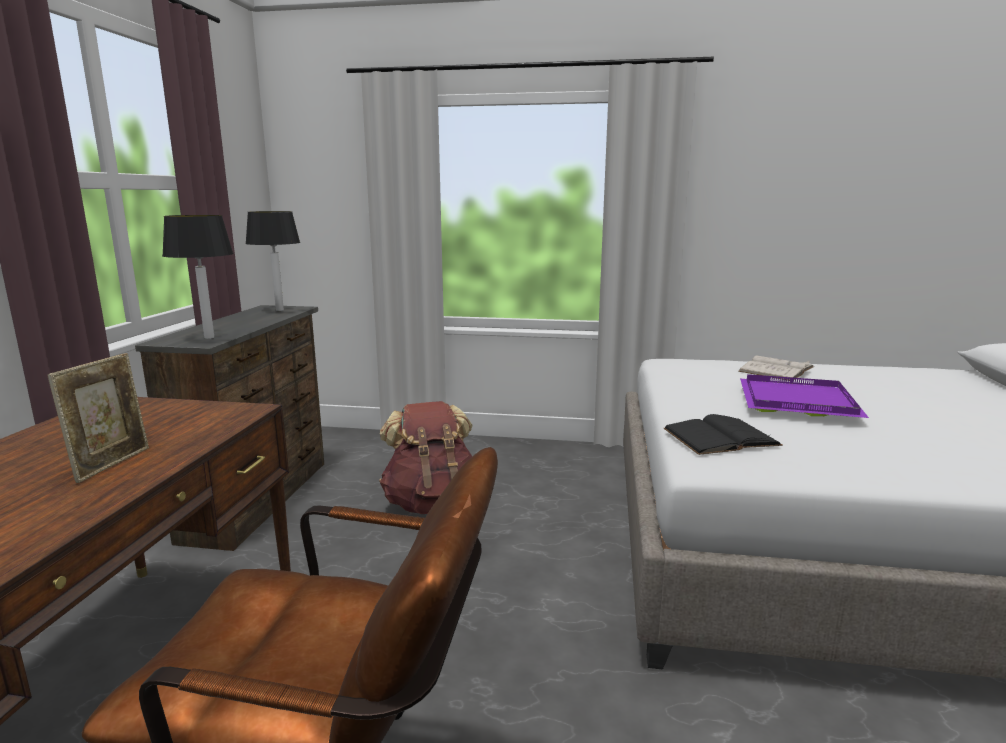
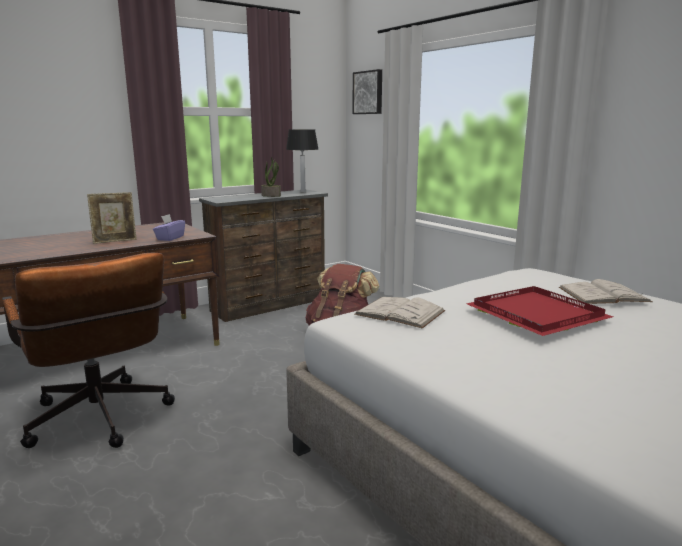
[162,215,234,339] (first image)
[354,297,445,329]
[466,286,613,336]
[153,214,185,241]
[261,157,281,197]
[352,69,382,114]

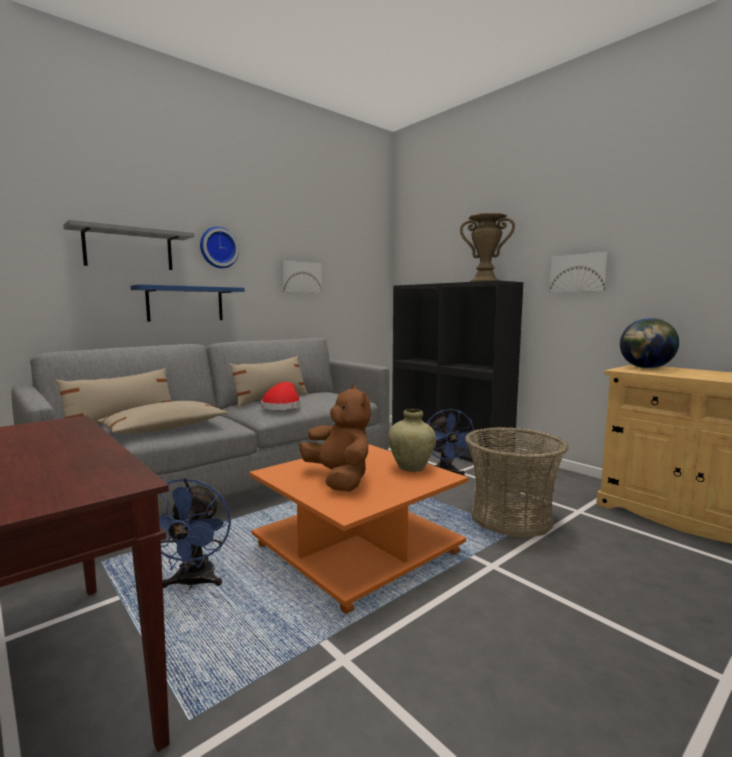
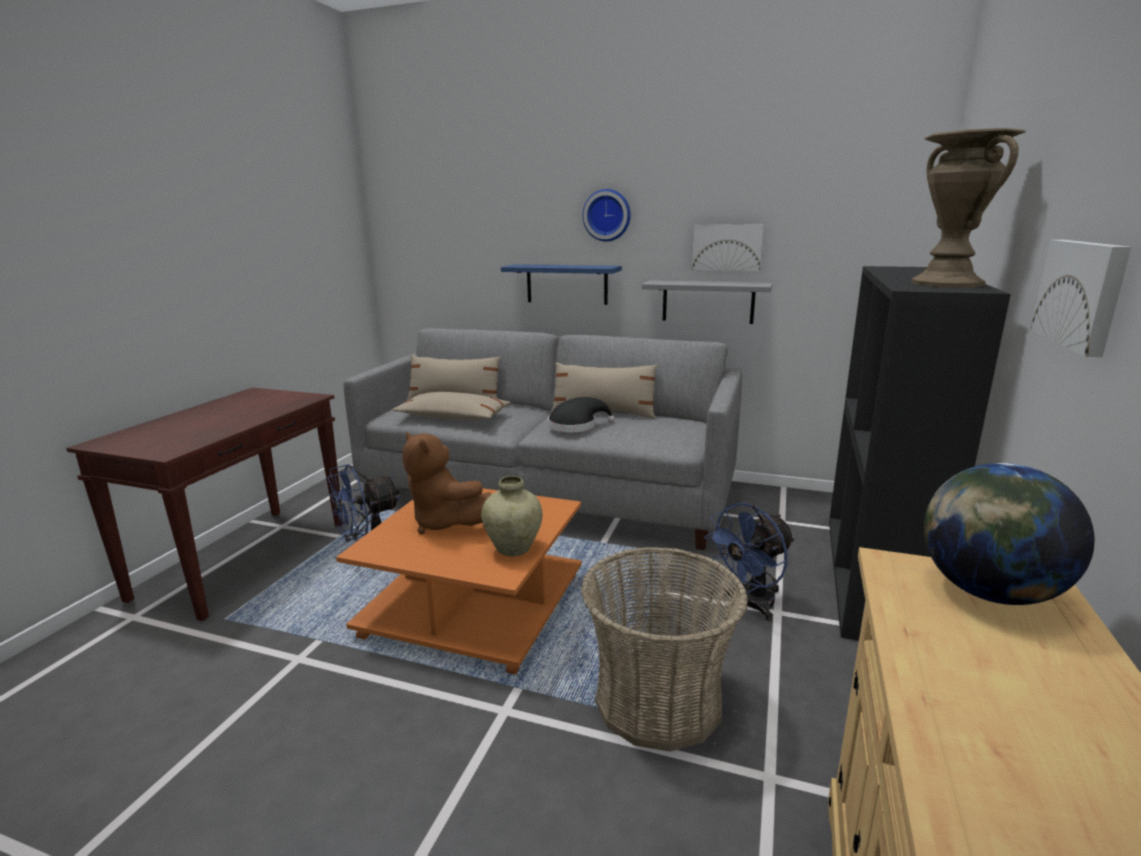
[642,280,773,324]
[548,397,615,432]
[403,432,492,534]

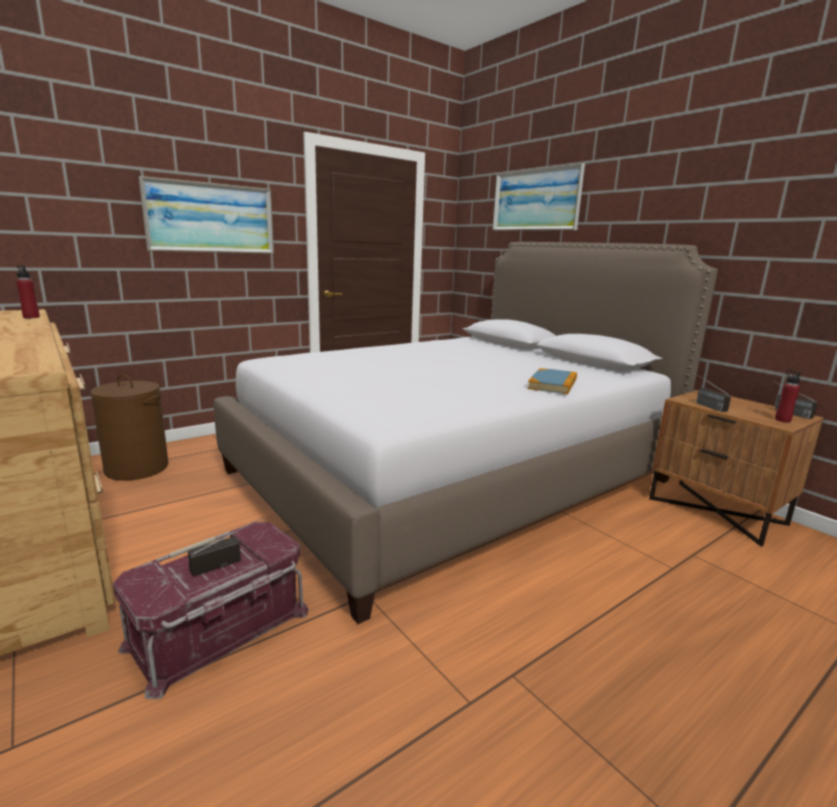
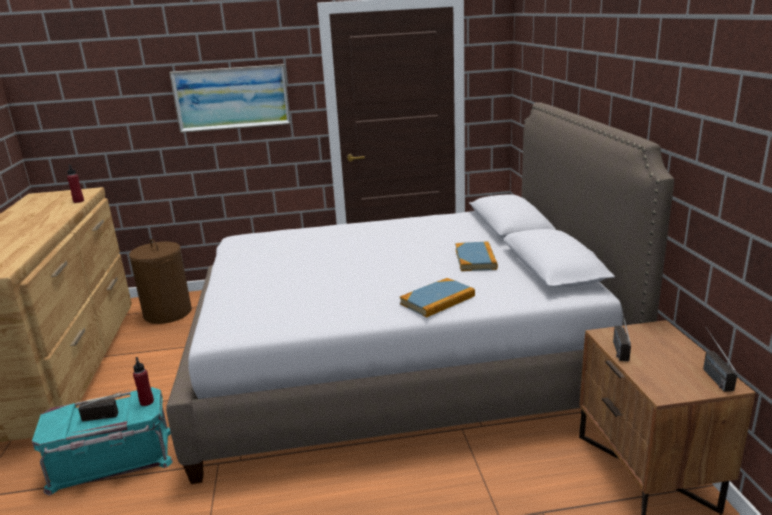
[32,387,173,495]
[492,163,585,231] (first image)
[133,357,154,406]
[455,241,498,271]

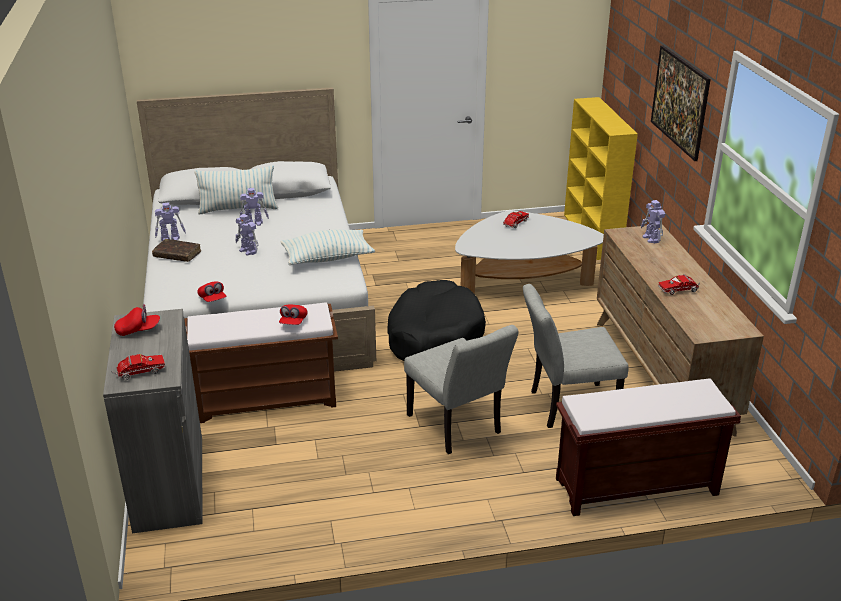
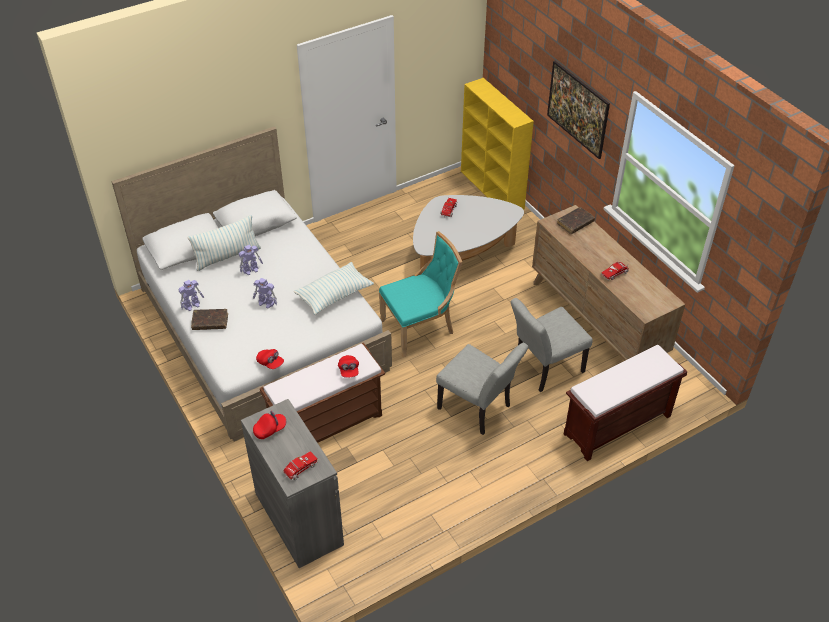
[379,231,462,357]
[557,207,595,234]

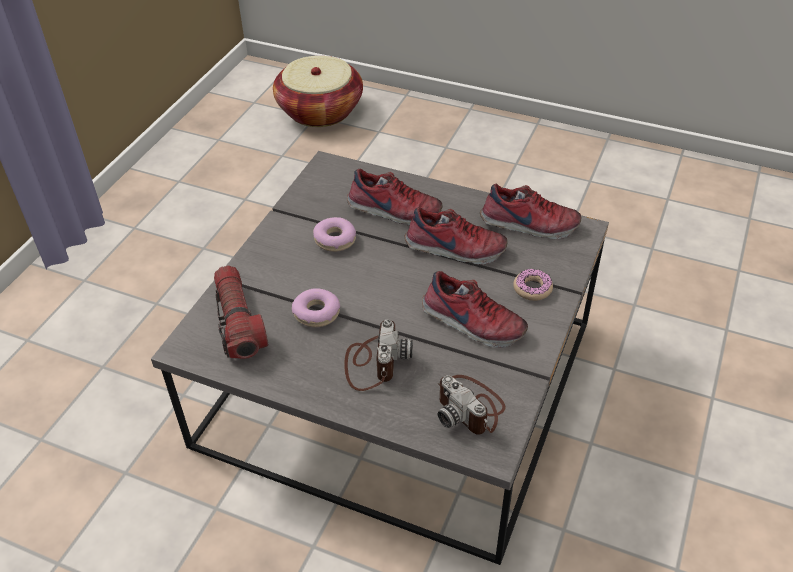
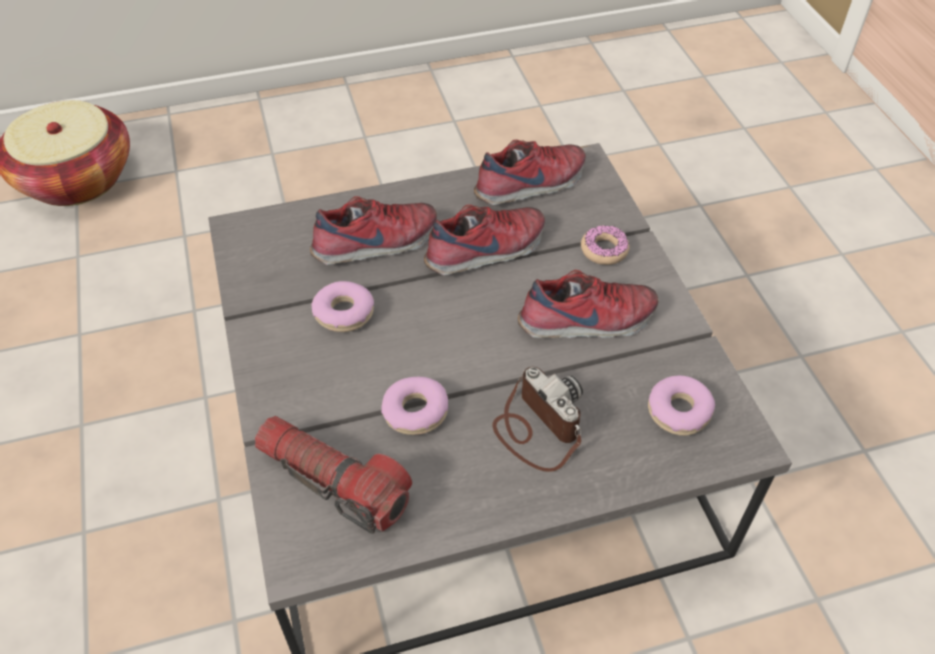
[648,375,715,436]

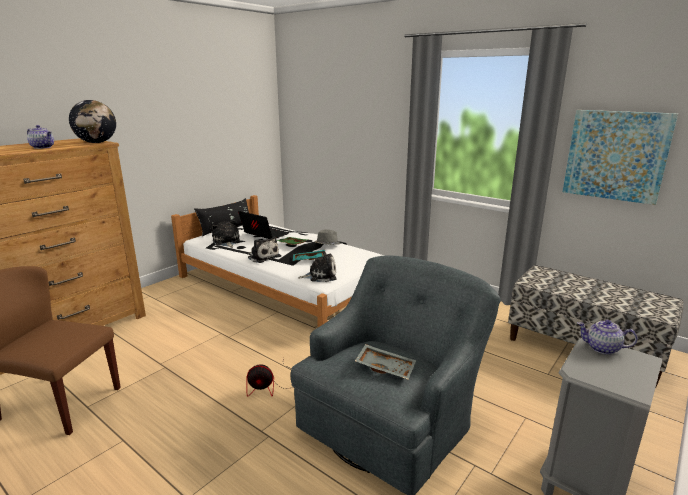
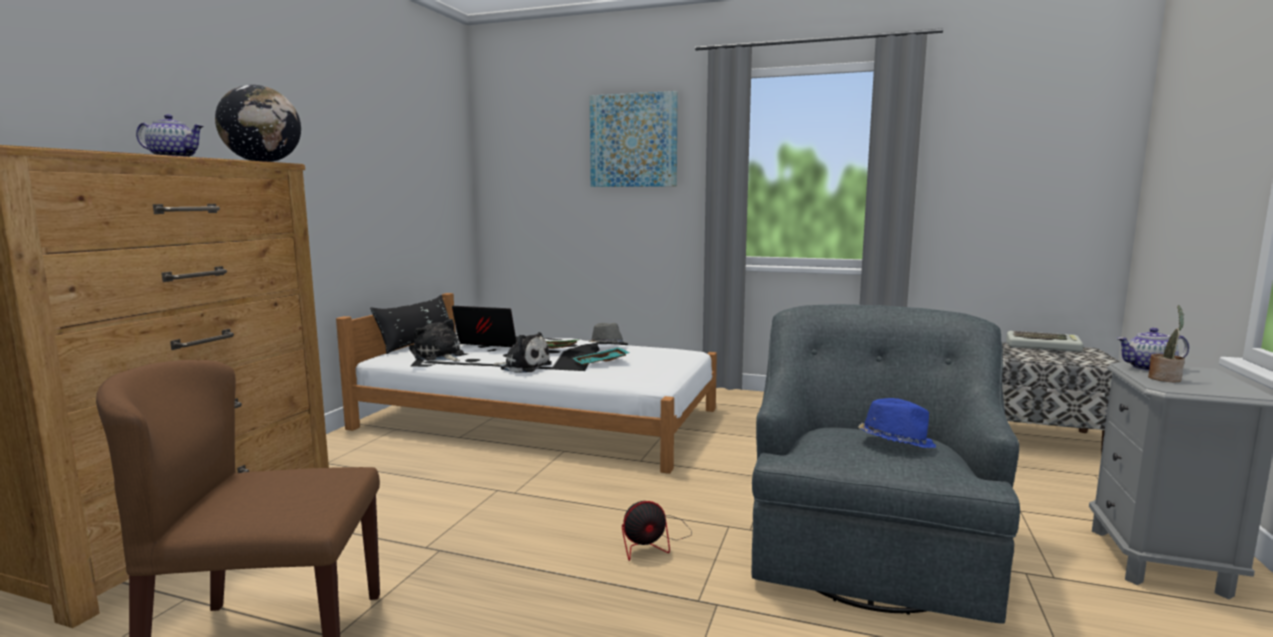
[298,251,337,282] (first image)
[858,398,936,448]
[590,91,678,187]
[1006,331,1083,352]
[1148,305,1185,382]

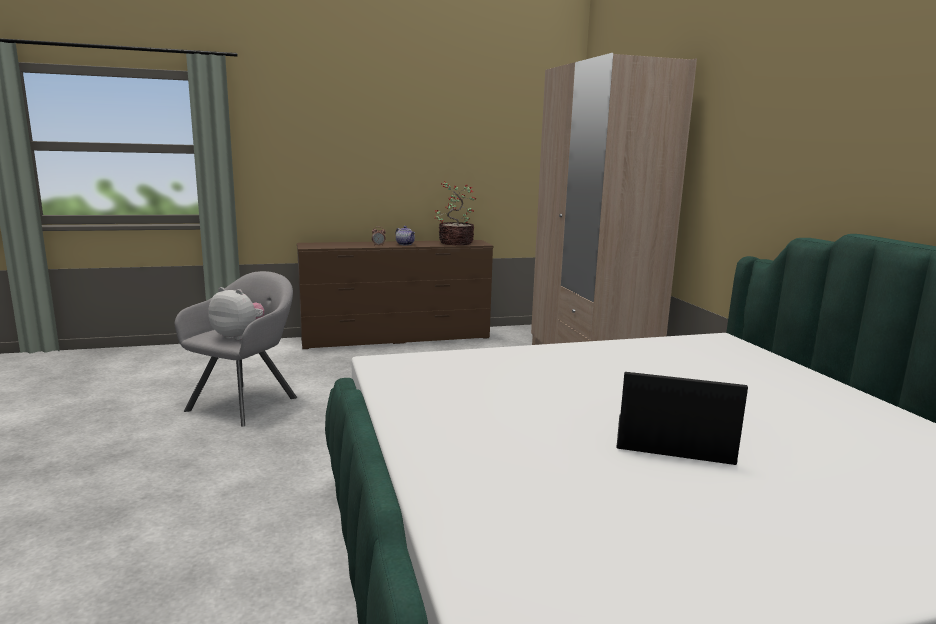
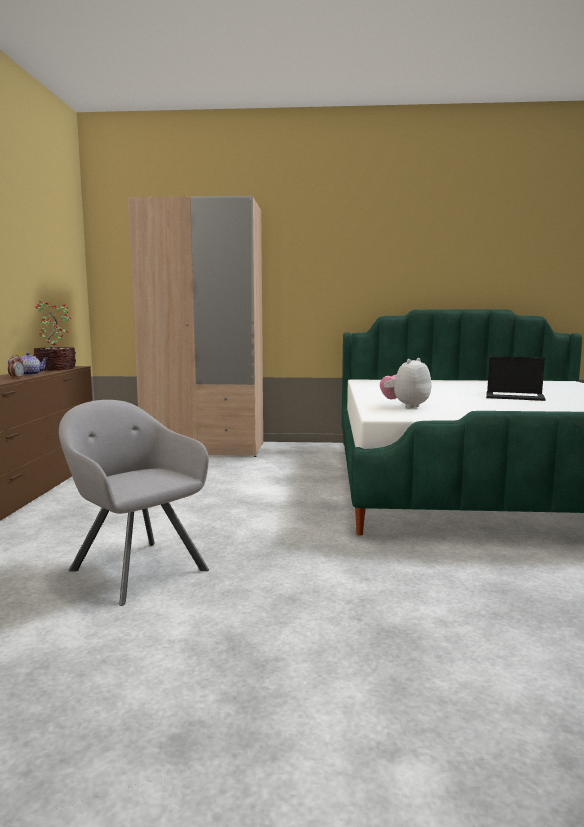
[380,358,431,408]
[486,356,546,401]

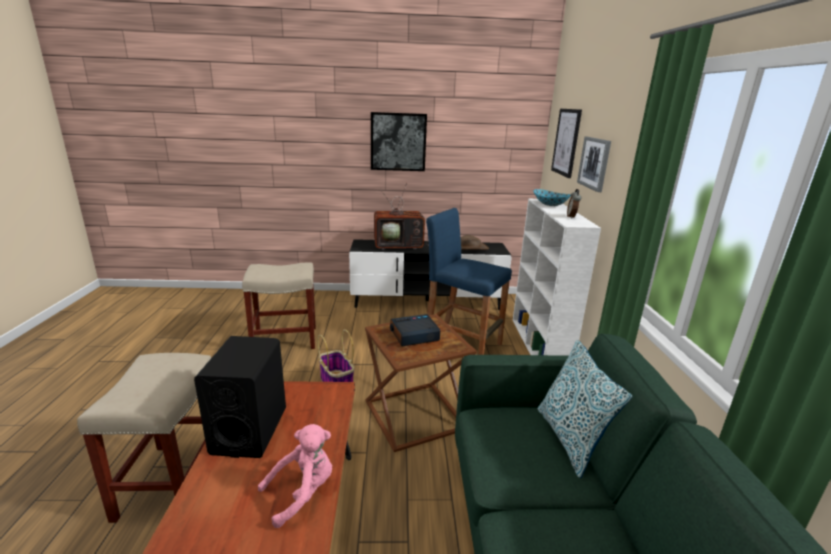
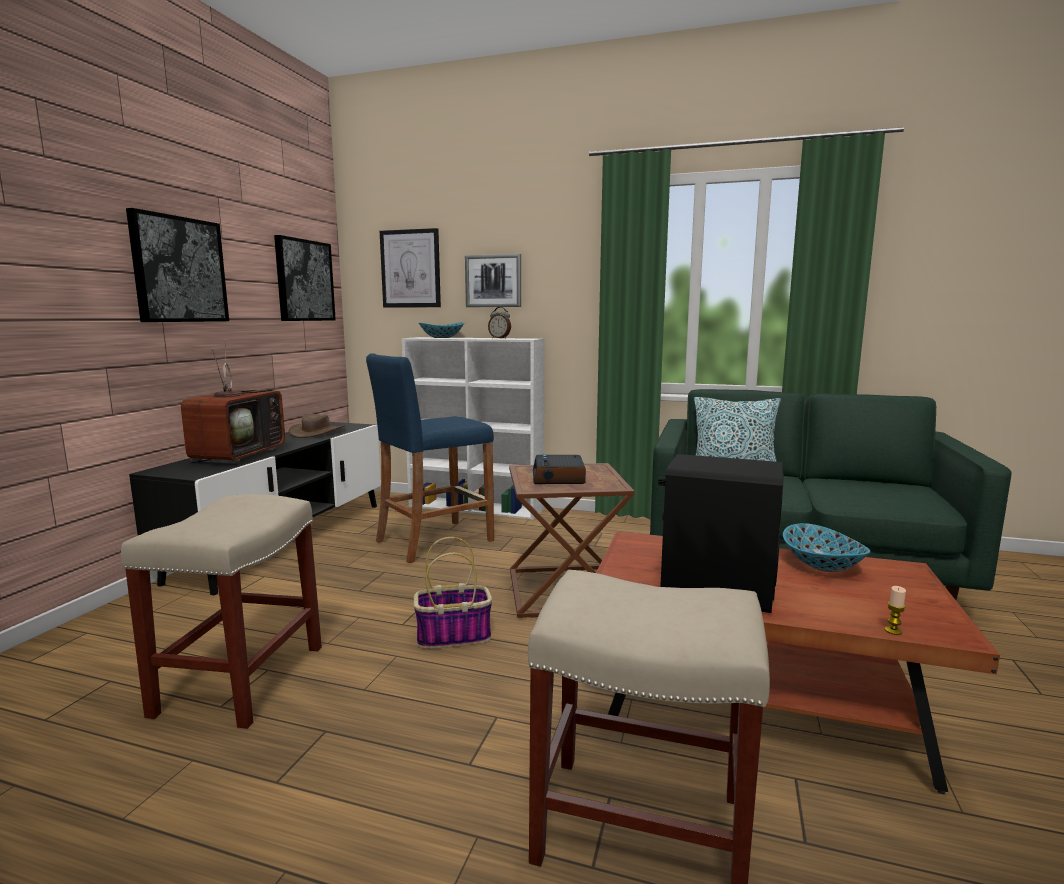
[783,523,870,572]
[274,235,336,321]
[885,586,906,635]

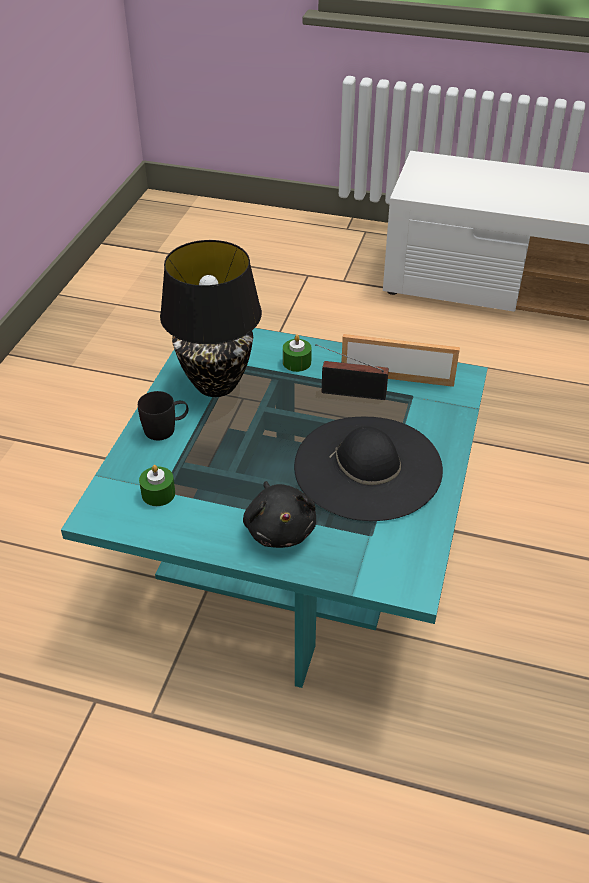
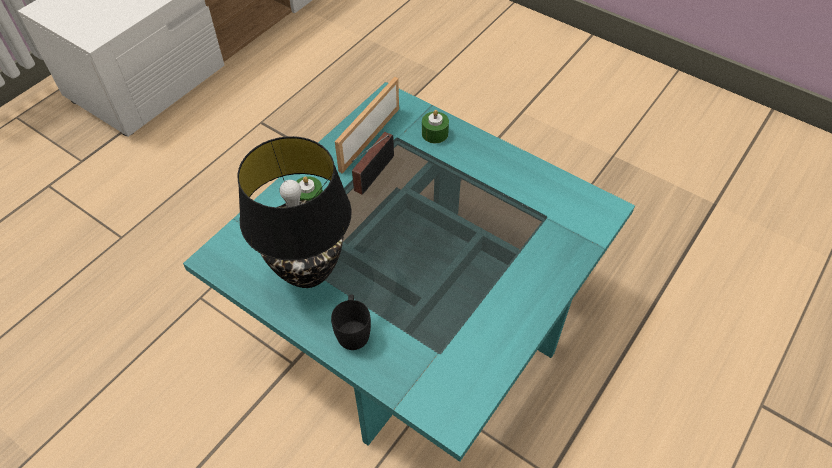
[422,110,449,143]
[243,481,316,548] (first image)
[294,417,443,521] (first image)

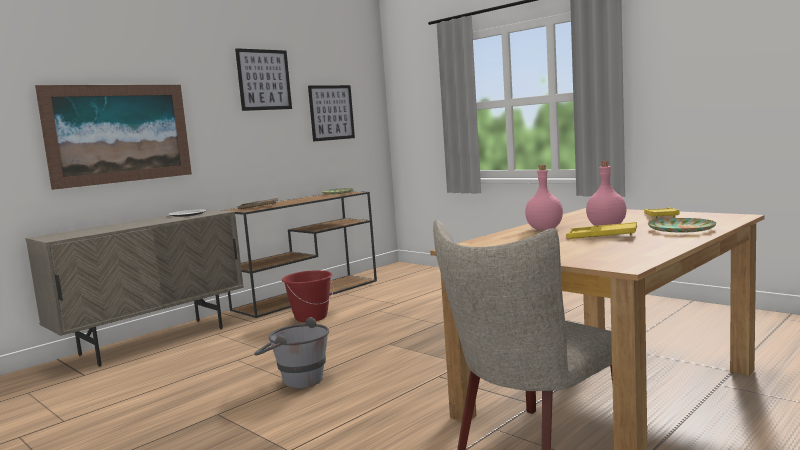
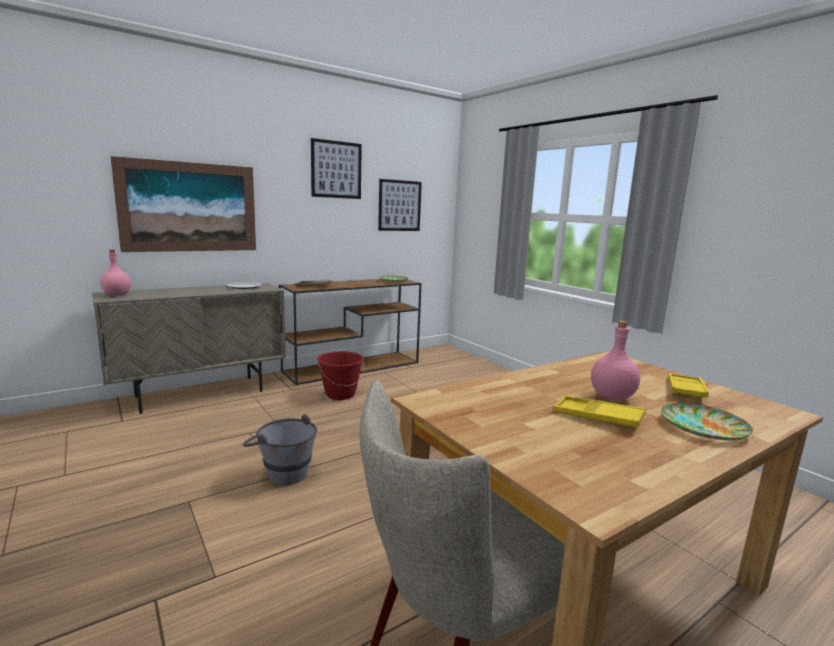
[100,249,131,296]

